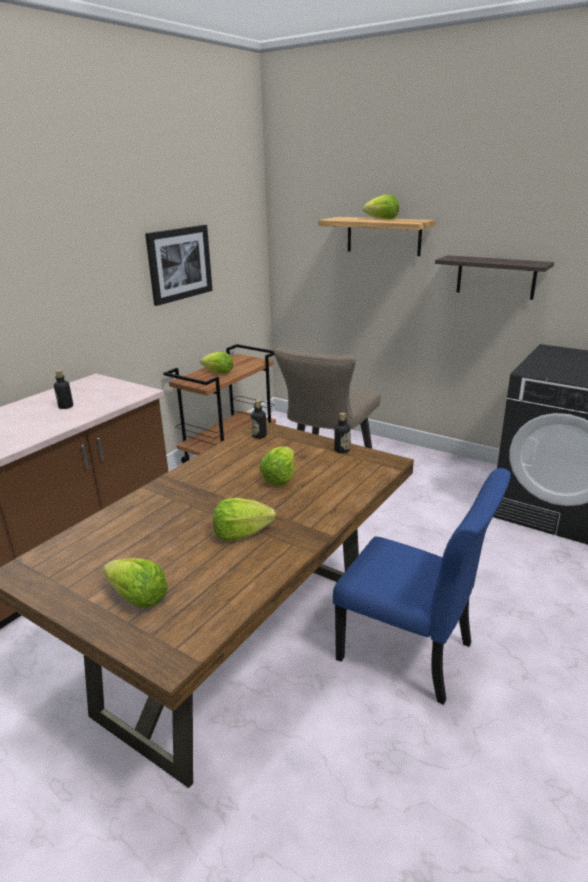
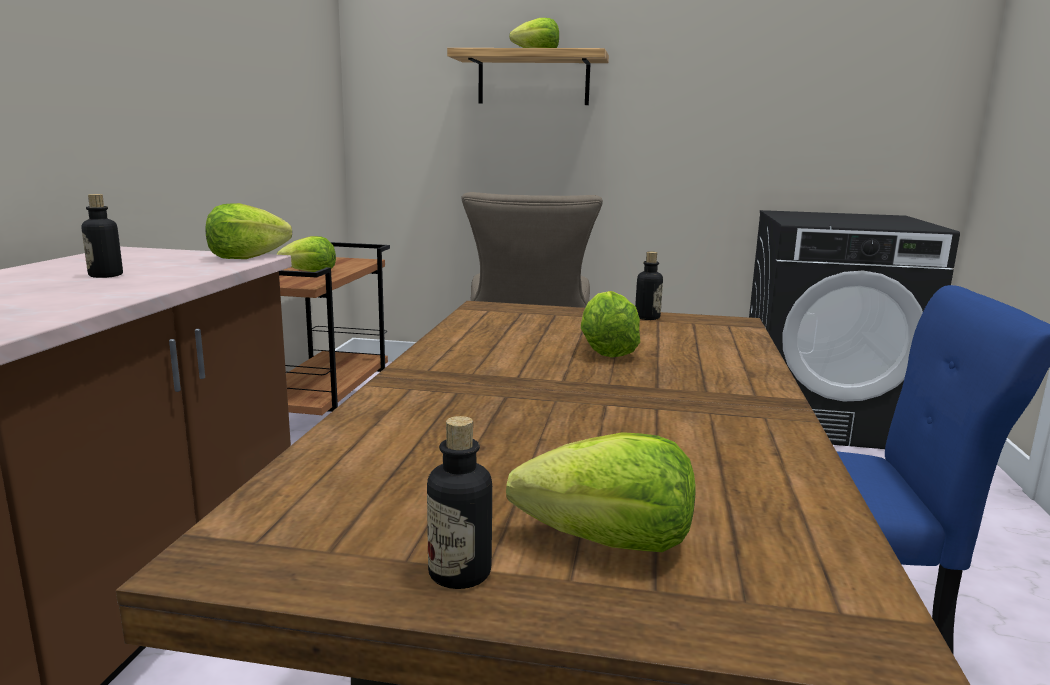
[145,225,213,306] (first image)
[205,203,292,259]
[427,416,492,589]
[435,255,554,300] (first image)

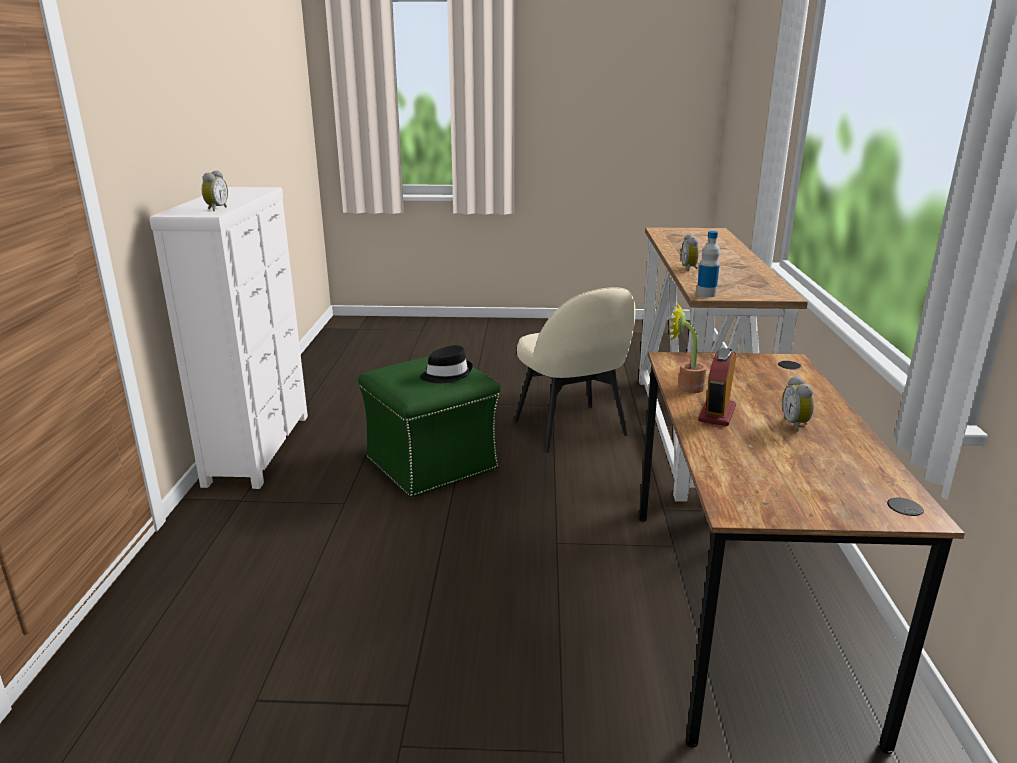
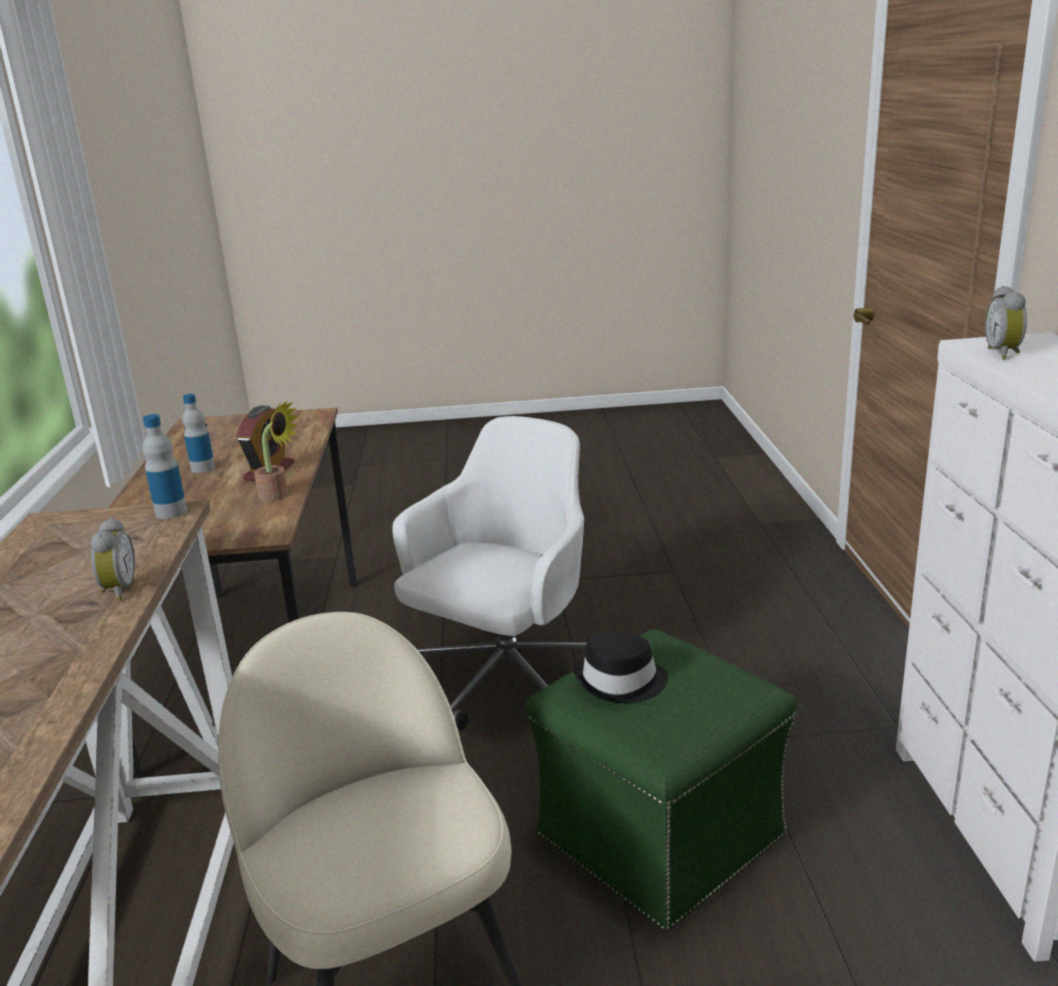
[182,394,215,473]
[392,416,587,730]

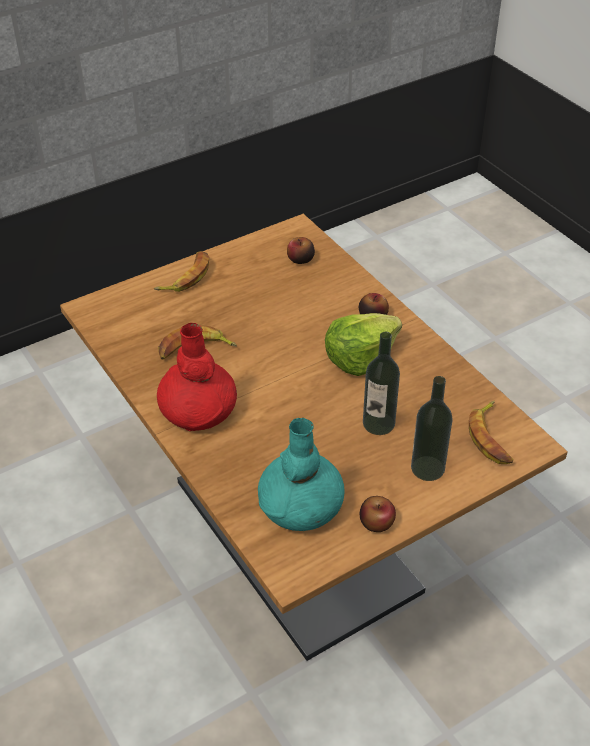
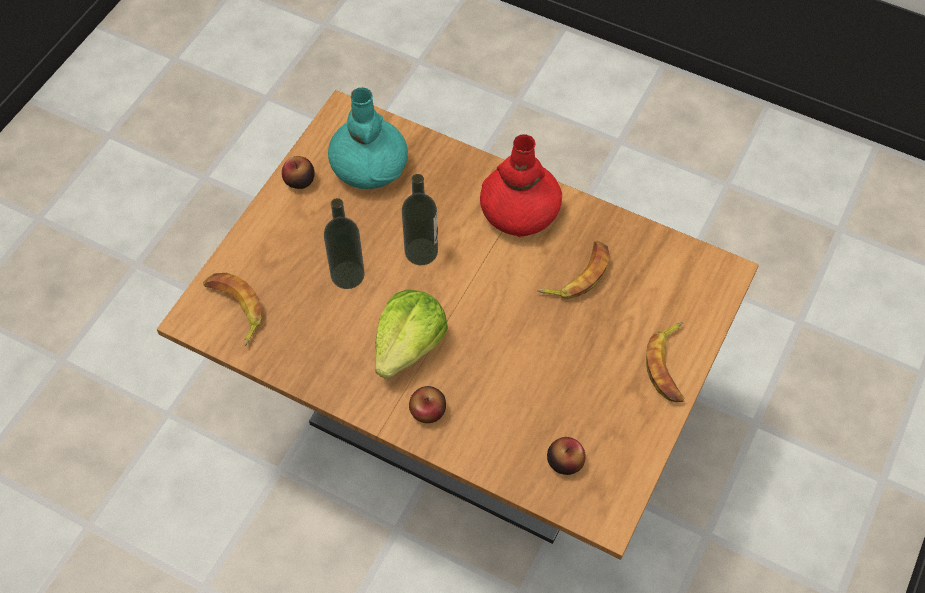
[402,174,438,265]

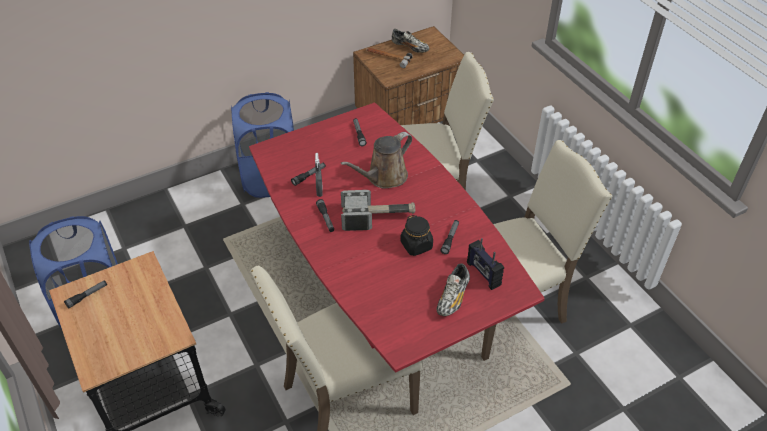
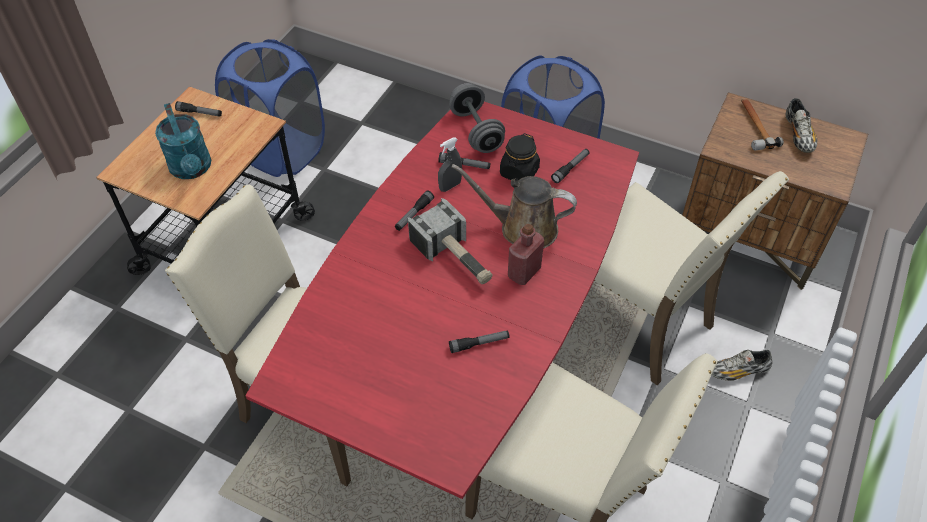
[500,133,540,180]
[712,350,773,381]
[467,238,504,290] (first image)
[155,103,211,179]
[449,83,505,153]
[508,224,544,285]

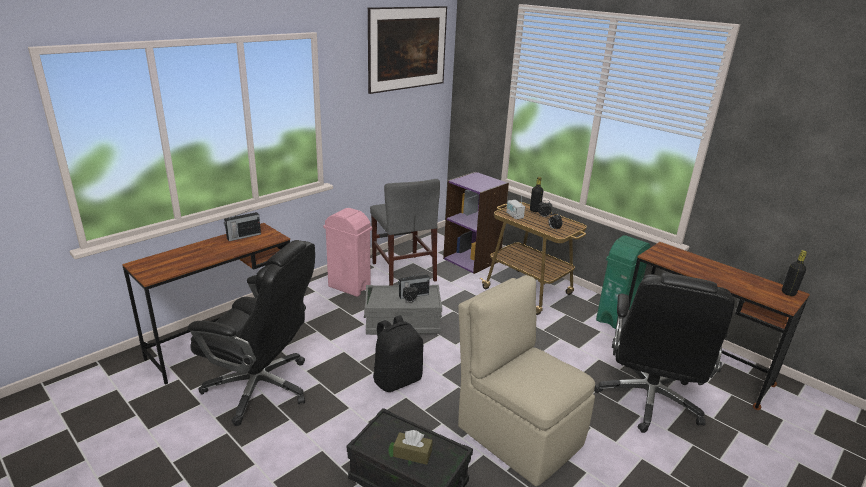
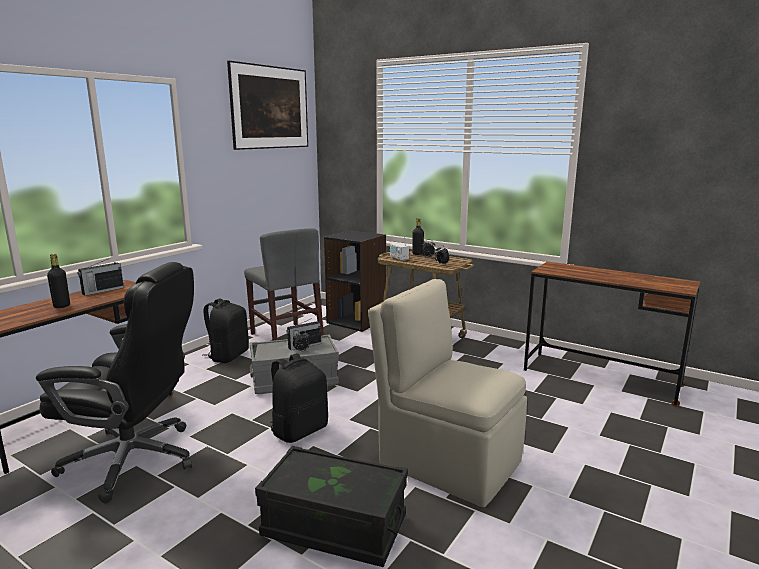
[203,299,249,363]
[393,430,433,465] (first image)
[324,230,386,332]
[594,273,735,433] (first image)
[596,235,651,329] (first image)
[47,253,70,308]

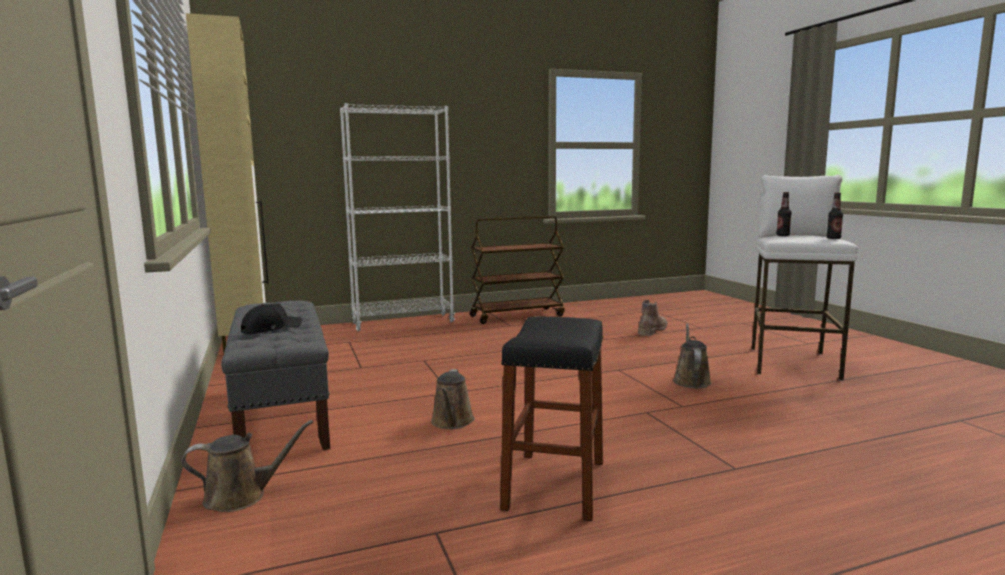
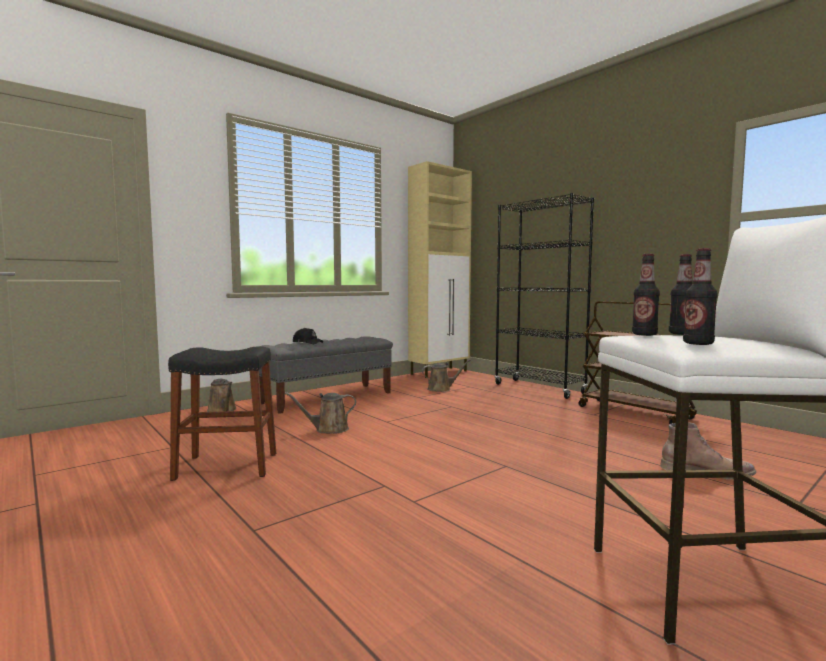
[495,193,594,399]
[422,359,471,392]
[632,254,660,336]

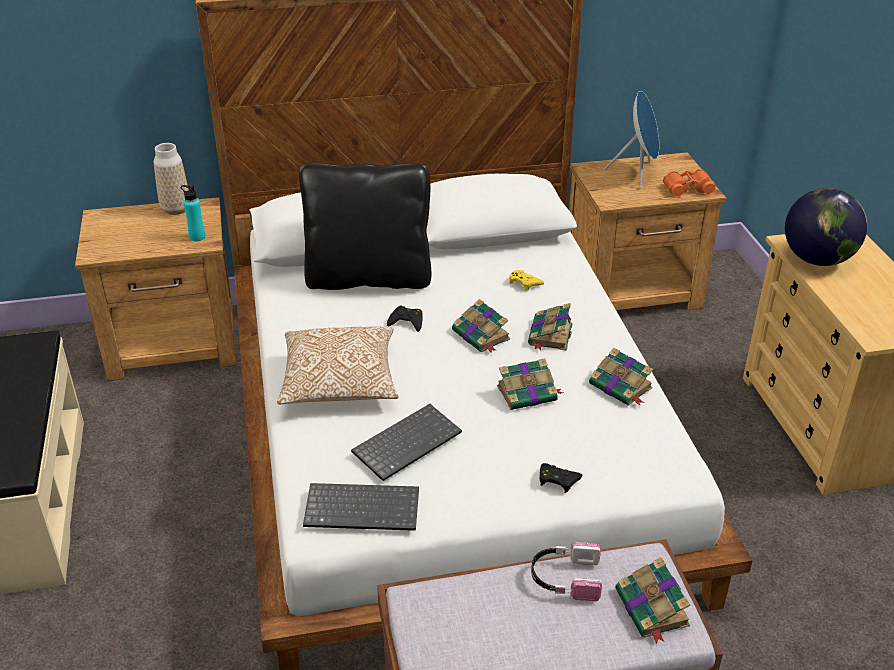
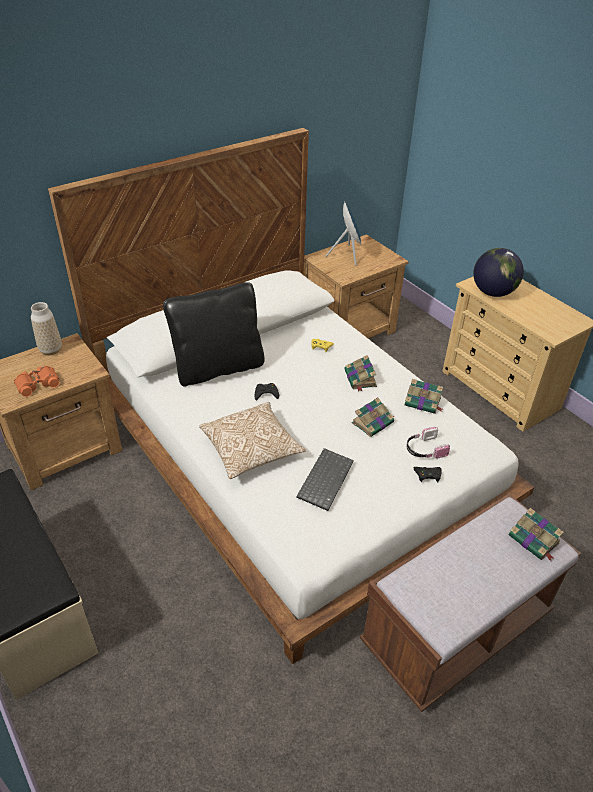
[181,185,205,241] (first image)
[303,483,419,531] (first image)
[452,299,510,353] (first image)
[407,427,450,459]
[14,366,59,397]

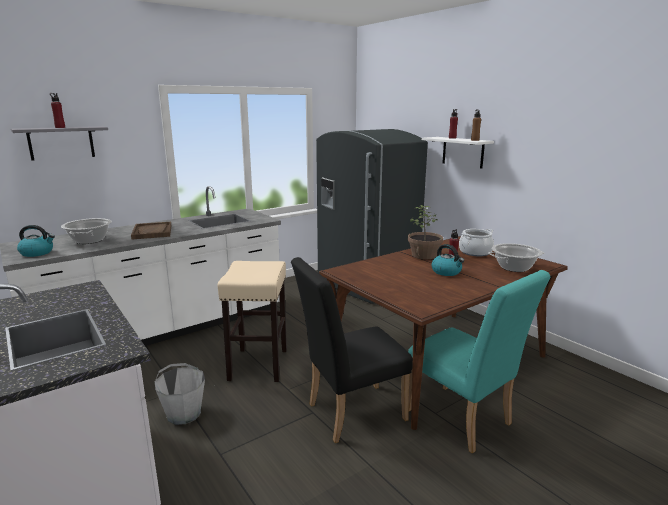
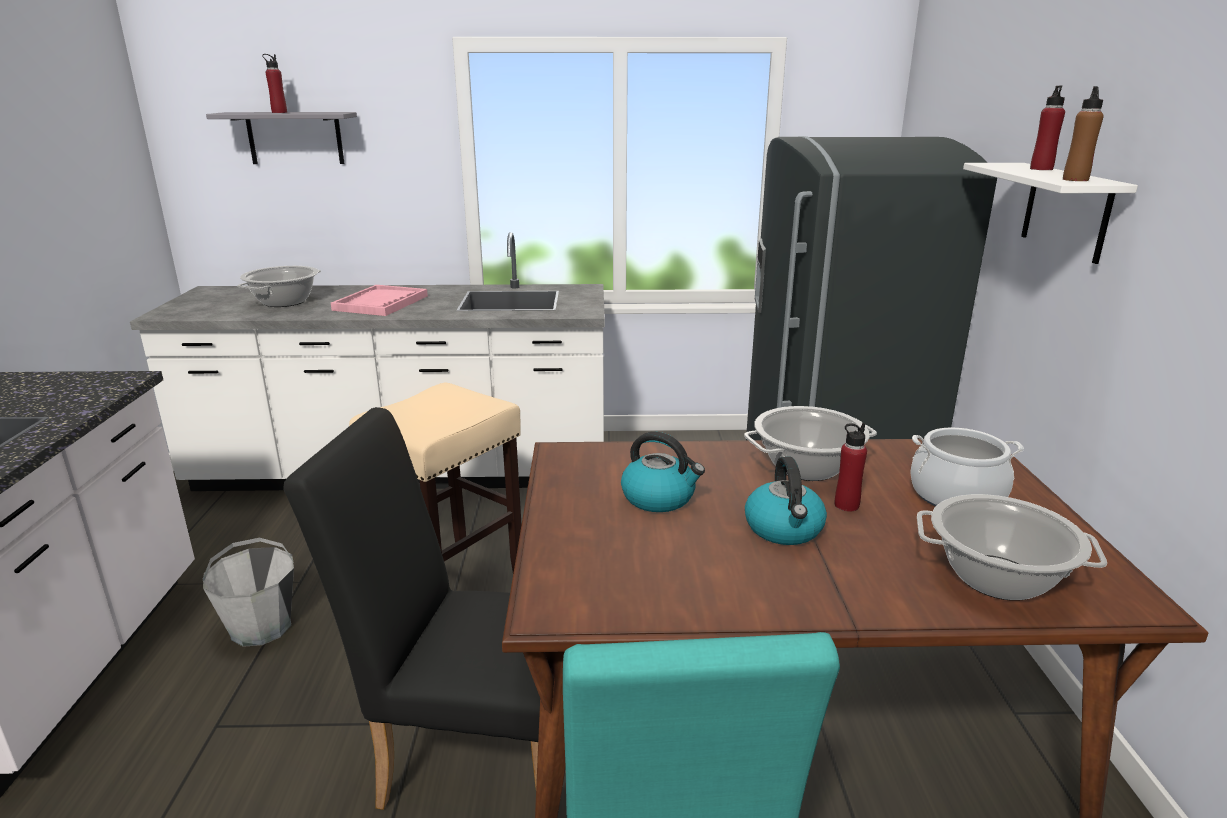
[621,432,705,512]
[331,285,428,316]
[744,406,877,481]

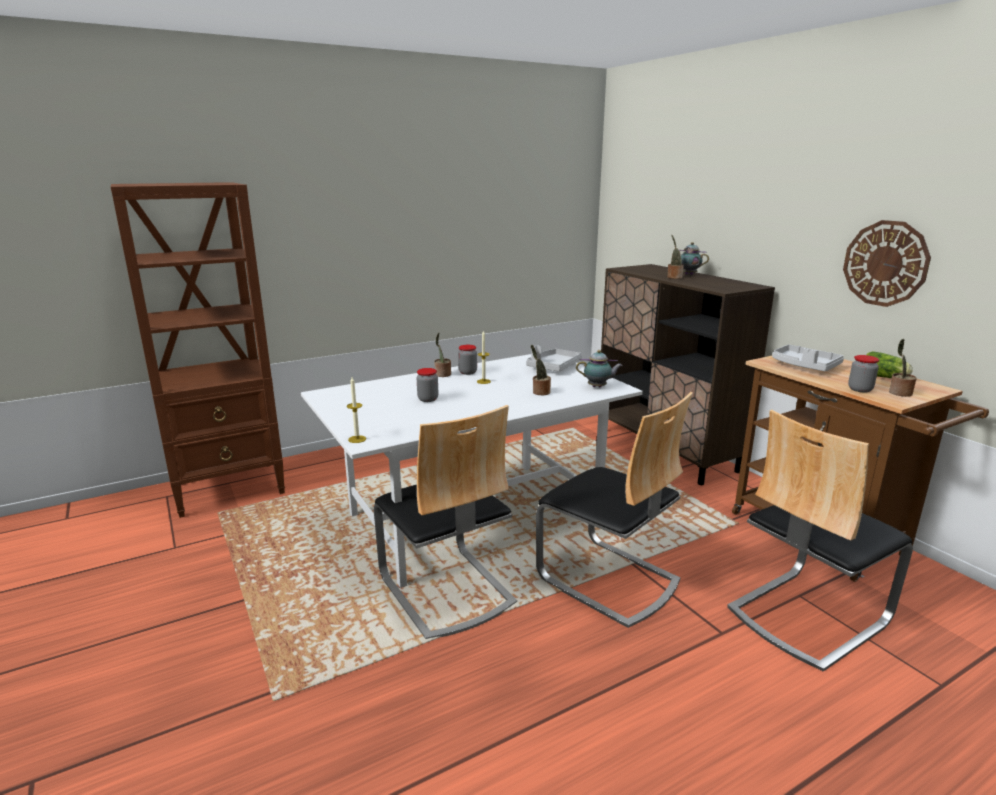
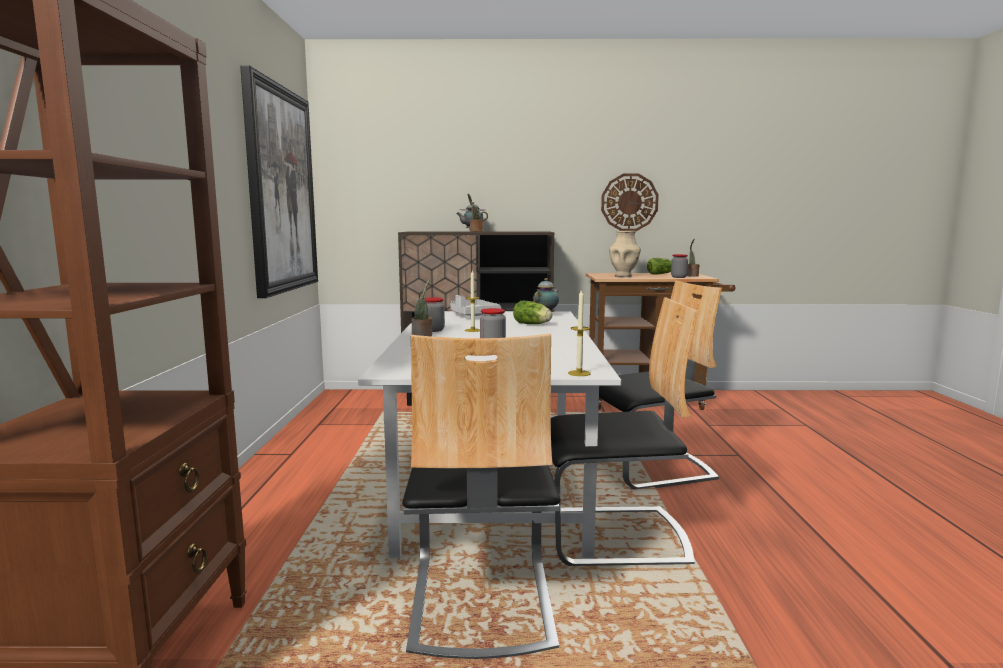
[513,301,552,324]
[402,334,561,659]
[609,231,641,277]
[240,66,318,298]

